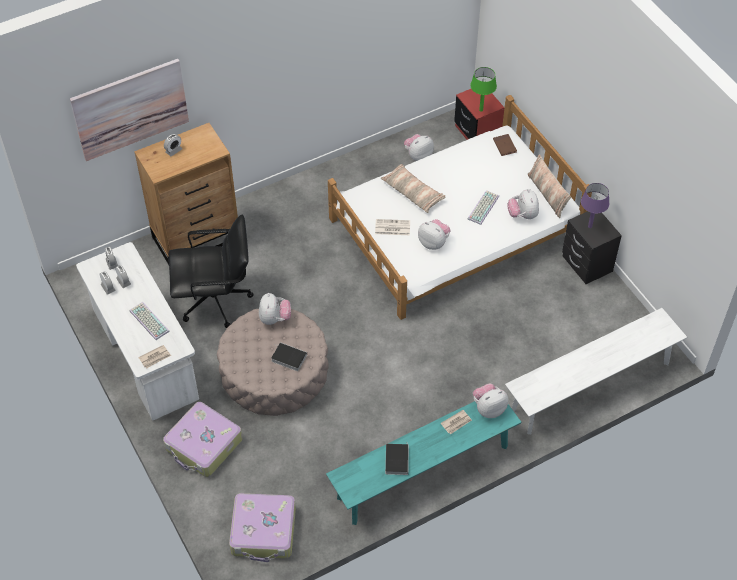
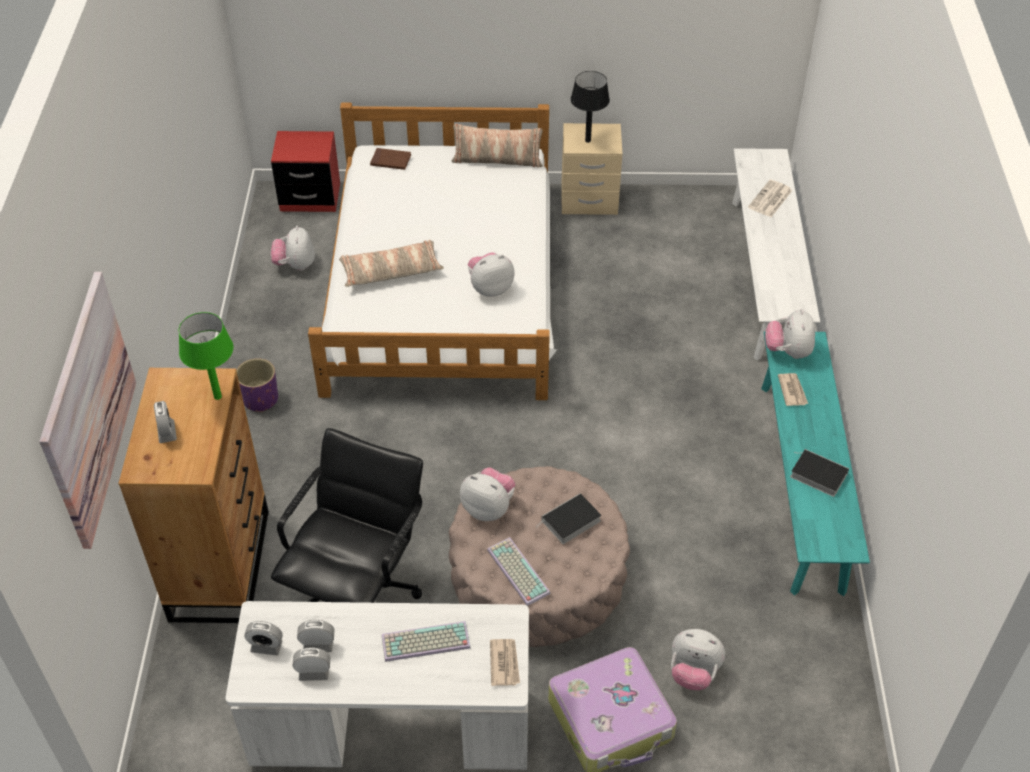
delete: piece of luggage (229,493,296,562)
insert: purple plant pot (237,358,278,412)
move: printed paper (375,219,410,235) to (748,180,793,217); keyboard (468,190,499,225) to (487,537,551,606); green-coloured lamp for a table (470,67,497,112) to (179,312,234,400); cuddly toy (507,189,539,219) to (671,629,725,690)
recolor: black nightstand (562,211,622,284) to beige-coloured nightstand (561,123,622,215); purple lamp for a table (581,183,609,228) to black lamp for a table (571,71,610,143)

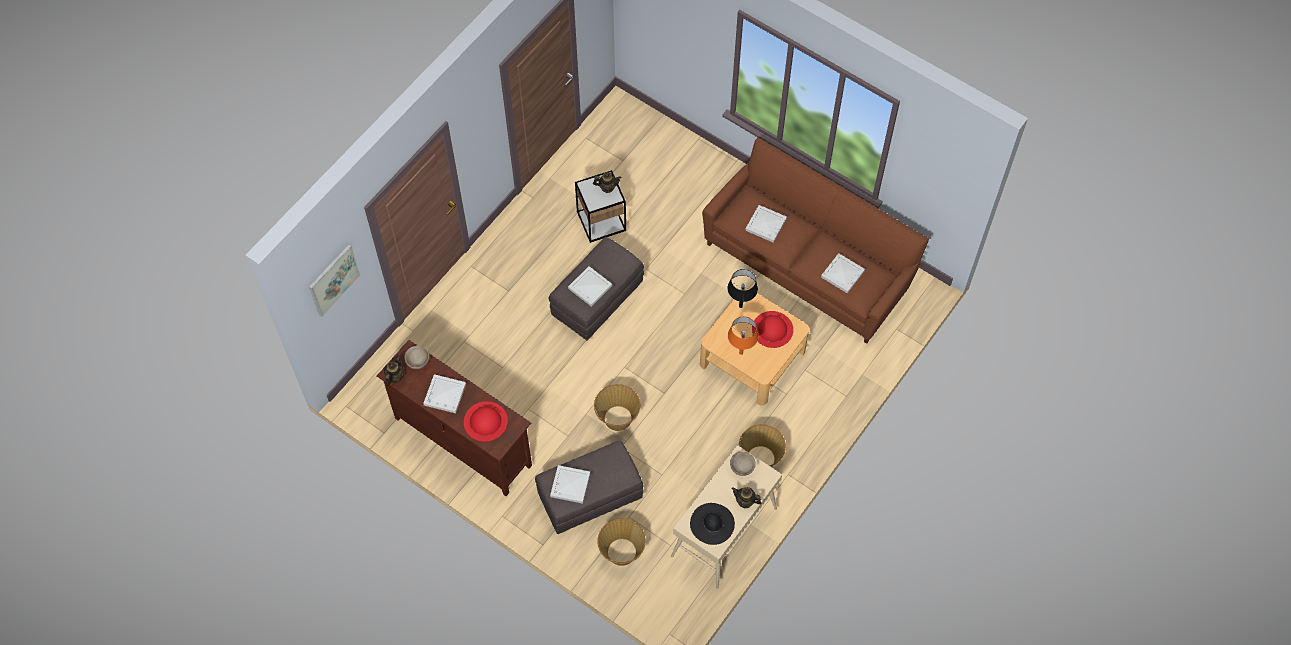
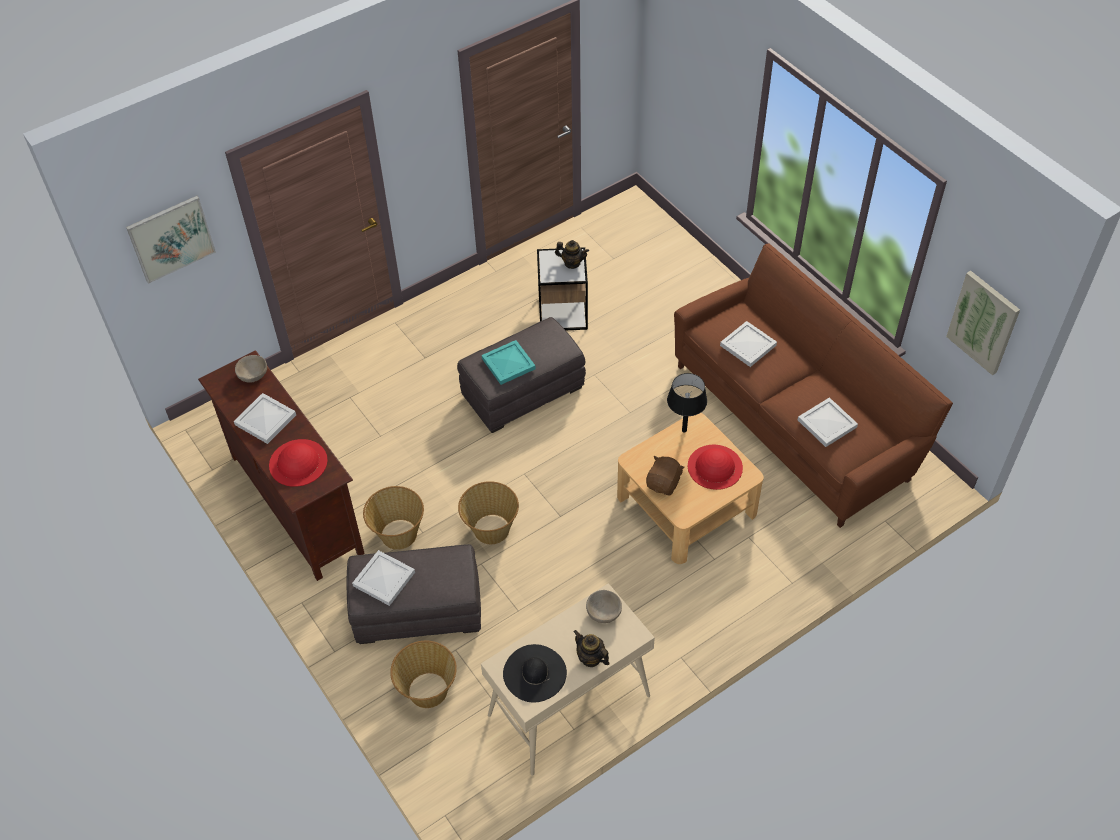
delete: tea pot (384,355,404,386)
insert: wall picture (946,271,1020,375)
move: household basket (739,424,786,467) to (363,486,424,550)
replace: orange-coloured lamp for a table (728,317,759,355) to brownish cuddly toy (646,456,685,496)
recolor: white-coloured serving tray (568,266,612,307) to blue-green serving tray (482,340,536,385)

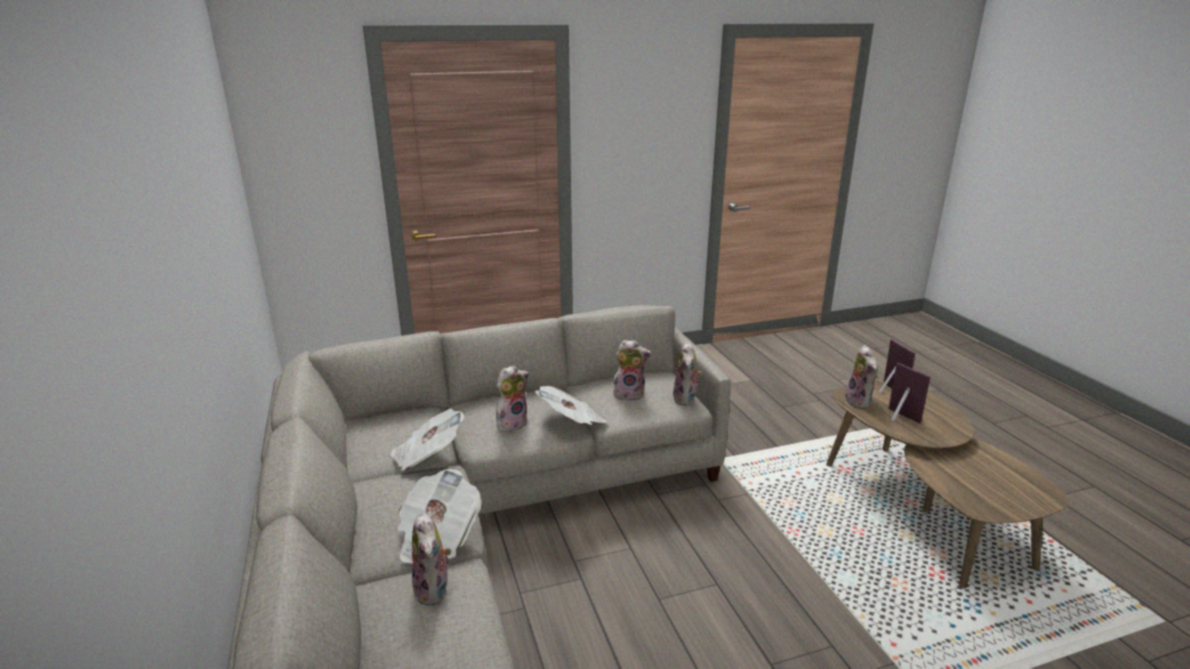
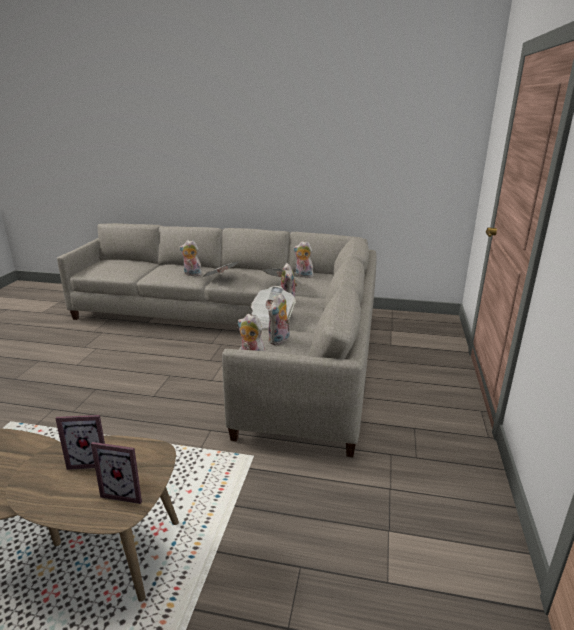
move: cuddly toy (845,345,878,409) to (293,241,314,278)

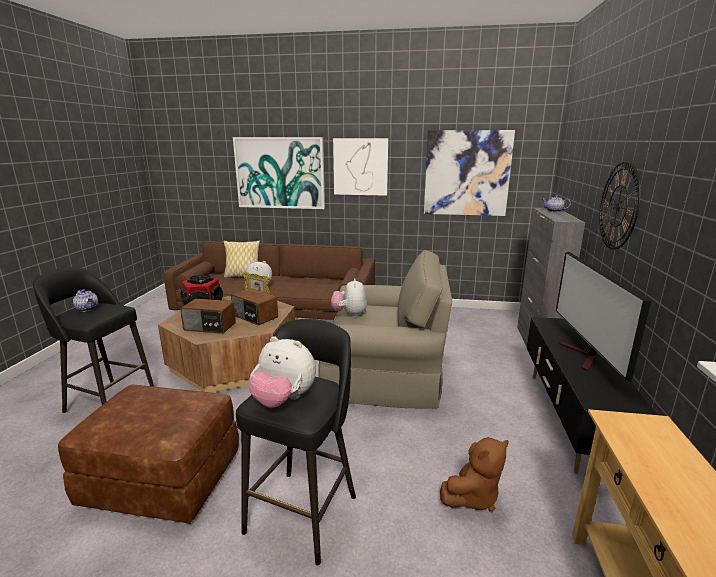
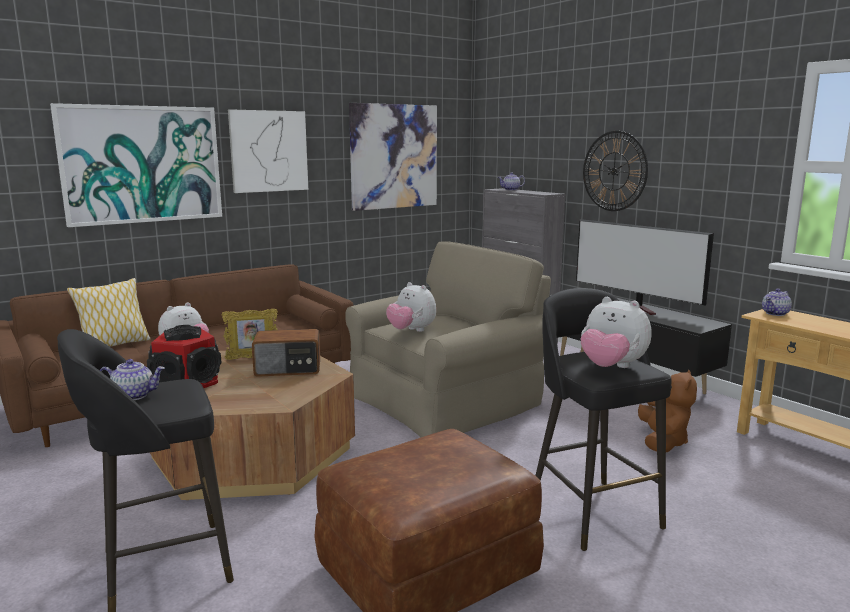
delete: radio (180,299,236,334)
insert: tea pot (762,289,792,316)
rotate: cuddly toy (248,336,316,408) = (581,297,652,368) 60 degrees clockwise

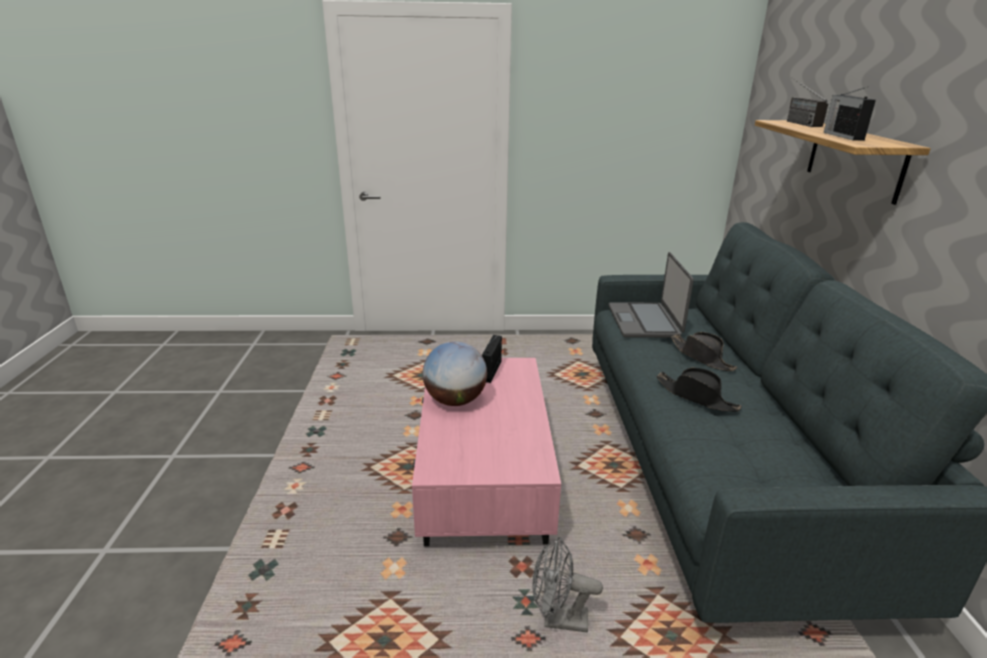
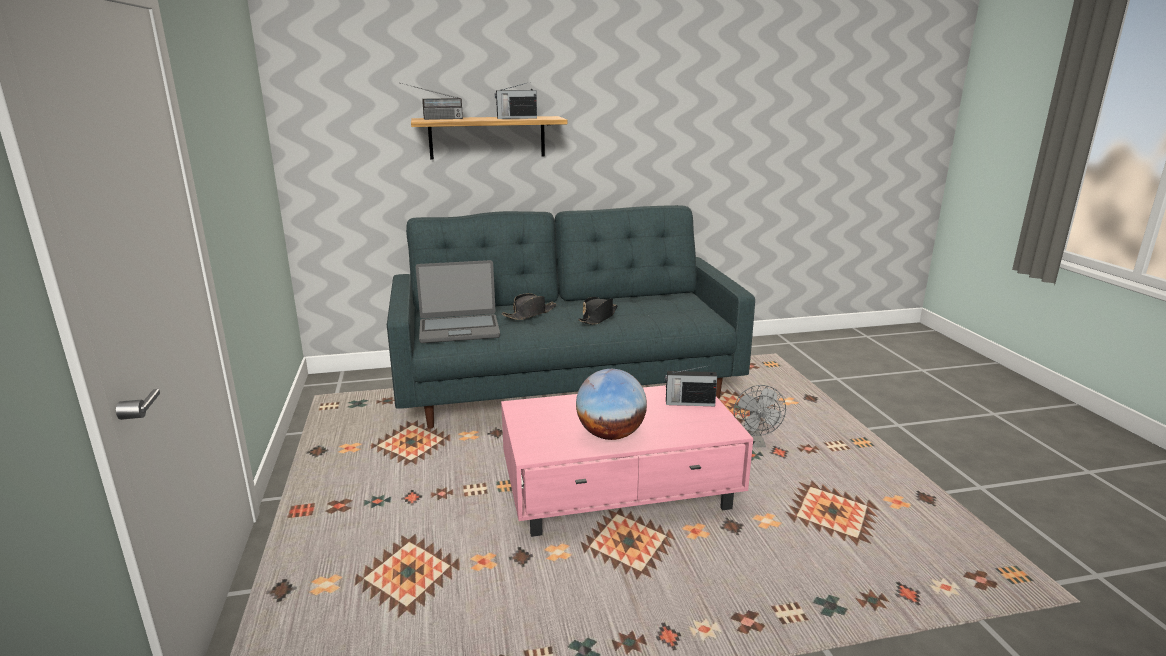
move: radio (482,335,502,383) to (665,365,717,406)

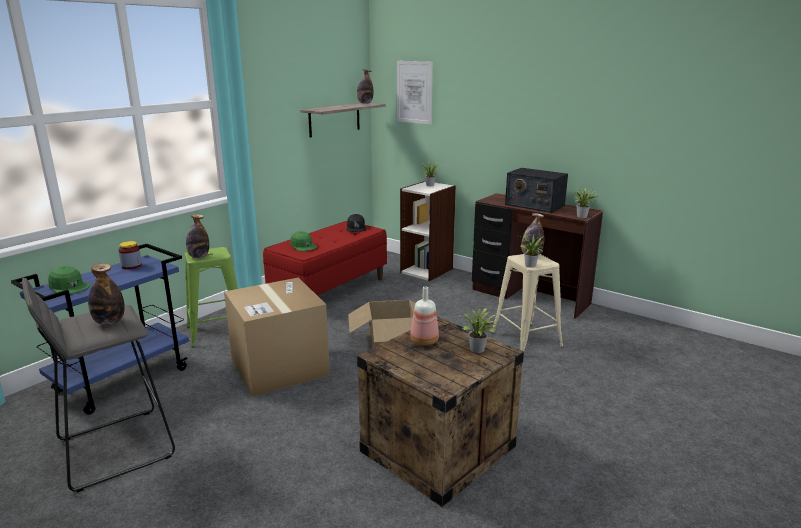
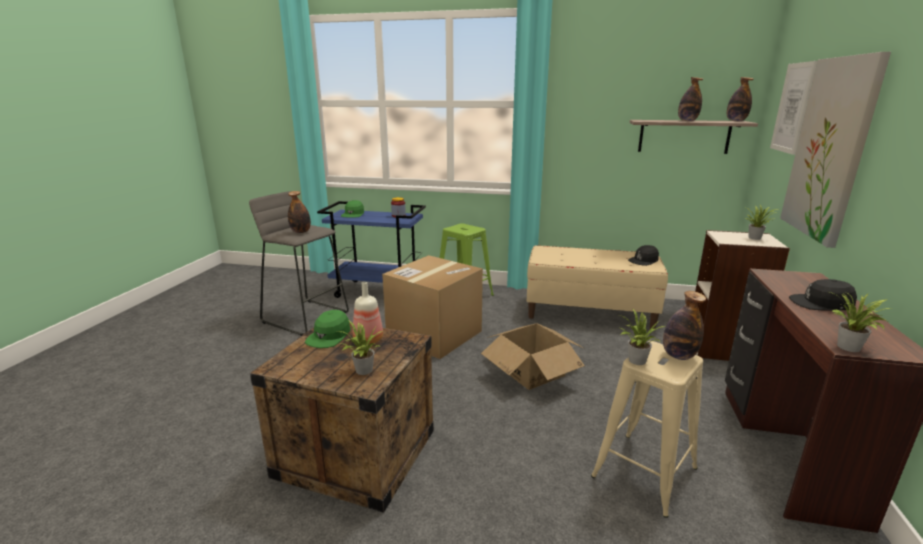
insert: wall picture (780,52,891,248)
move: drink bottle (186,214,209,258) to (678,77,703,121); green-coloured cap (290,231,317,251) to (305,310,351,348)
replace: radio (505,168,568,213) to black cap (789,279,857,311)
recolor: red-coloured long seat (263,221,387,295) to beige-coloured long seat (527,245,668,329)

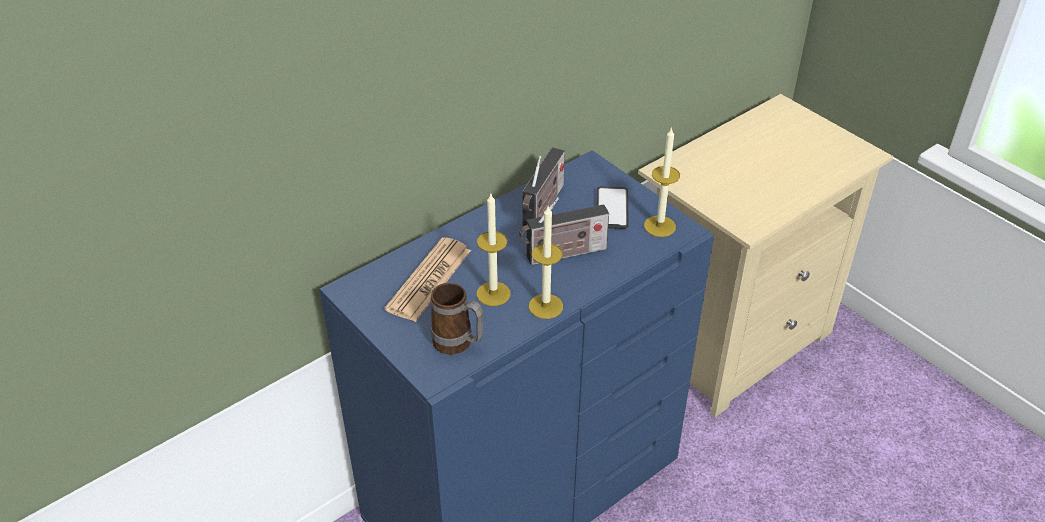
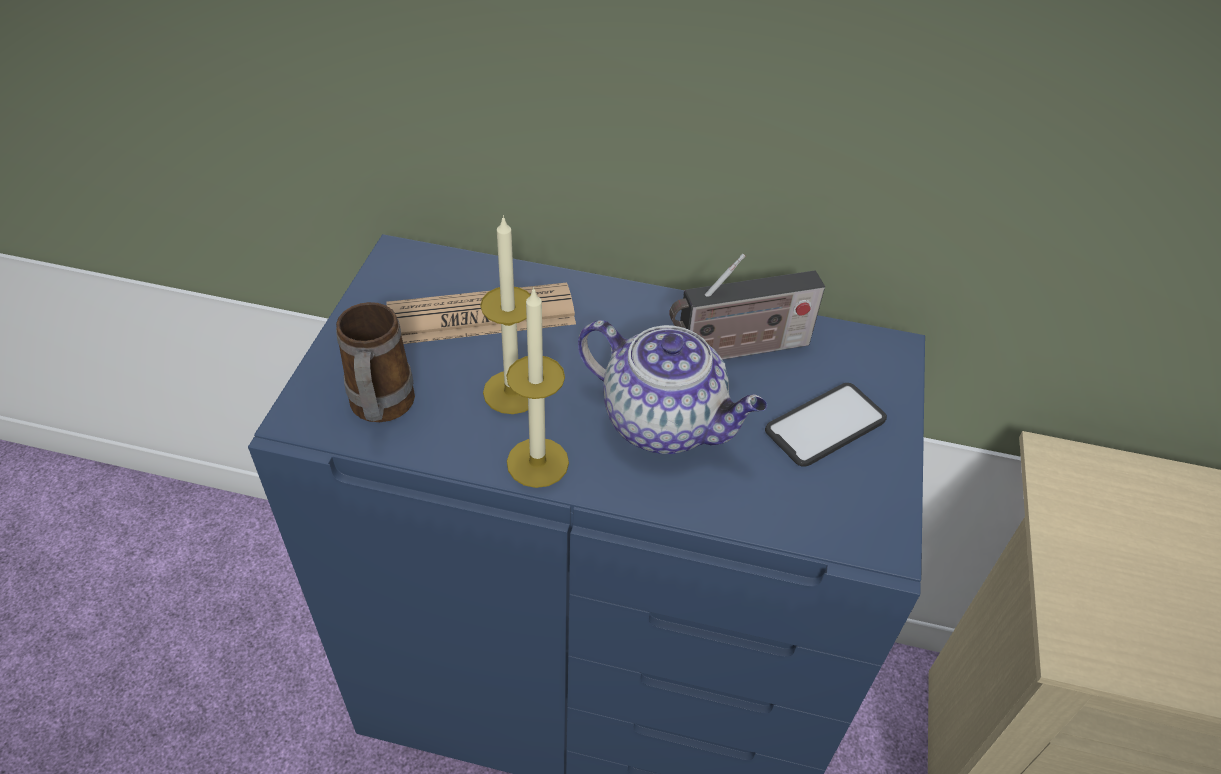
delete: wax light (644,127,680,237)
replace: radio (519,197,609,265) to tea pot (578,320,767,454)

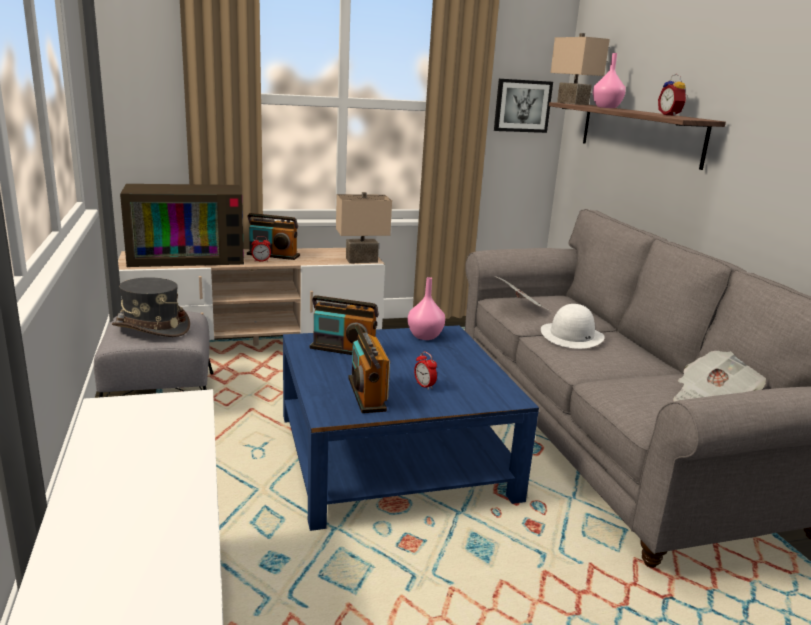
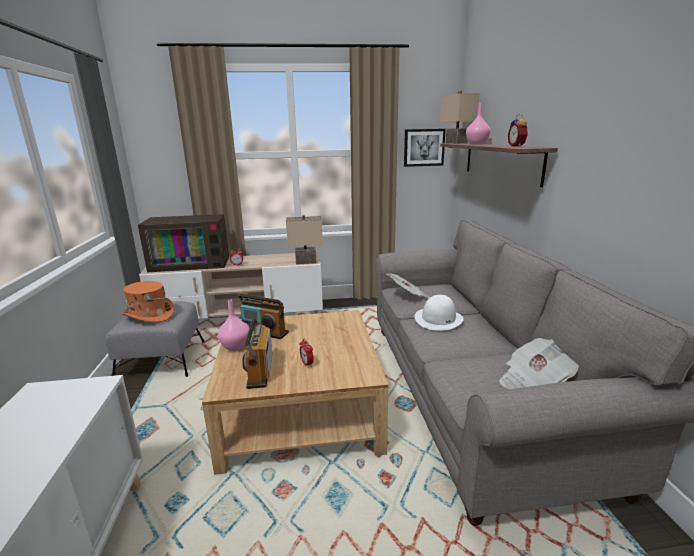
delete: radio (247,213,300,260)
move: pink vase (407,277,445,340) to (218,300,249,351)
recolor: grey wearable hat (112,277,190,337) to orange-coloured wearable hat (121,281,174,322); blue-coloured low table (283,325,539,531) to beige-coloured low table (202,310,388,475)

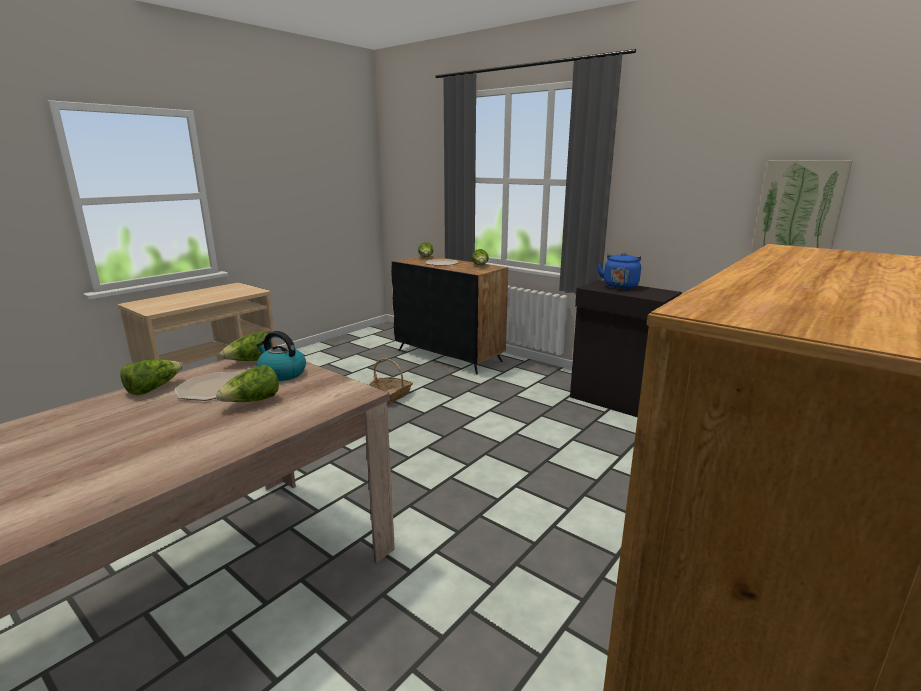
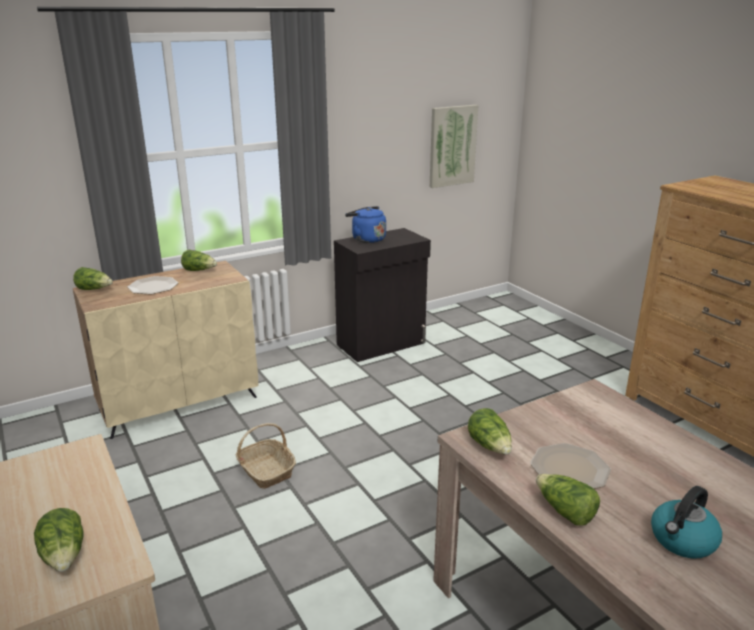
move: lettuce (216,365,279,402) to (34,508,83,572); water kettle (256,331,306,381) to (651,486,722,559)
recolor: black storage cabinet (391,256,508,374) to beige-coloured storage cabinet (73,261,258,439)

